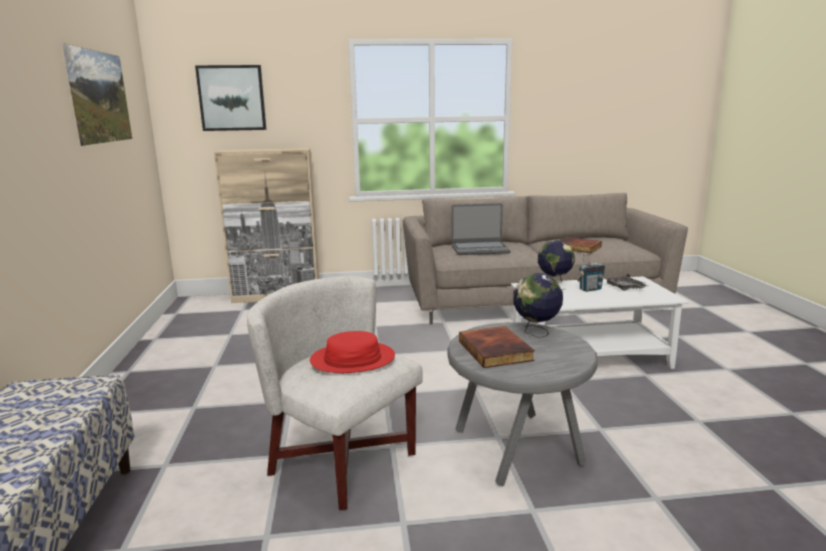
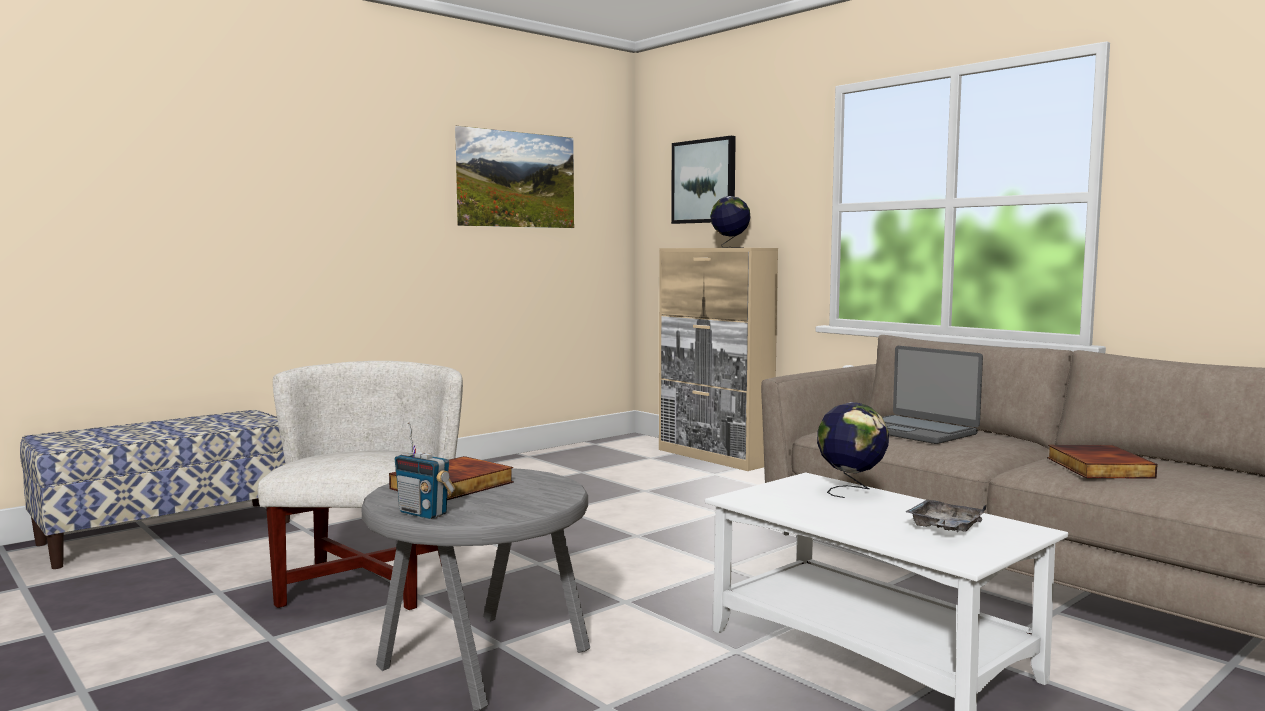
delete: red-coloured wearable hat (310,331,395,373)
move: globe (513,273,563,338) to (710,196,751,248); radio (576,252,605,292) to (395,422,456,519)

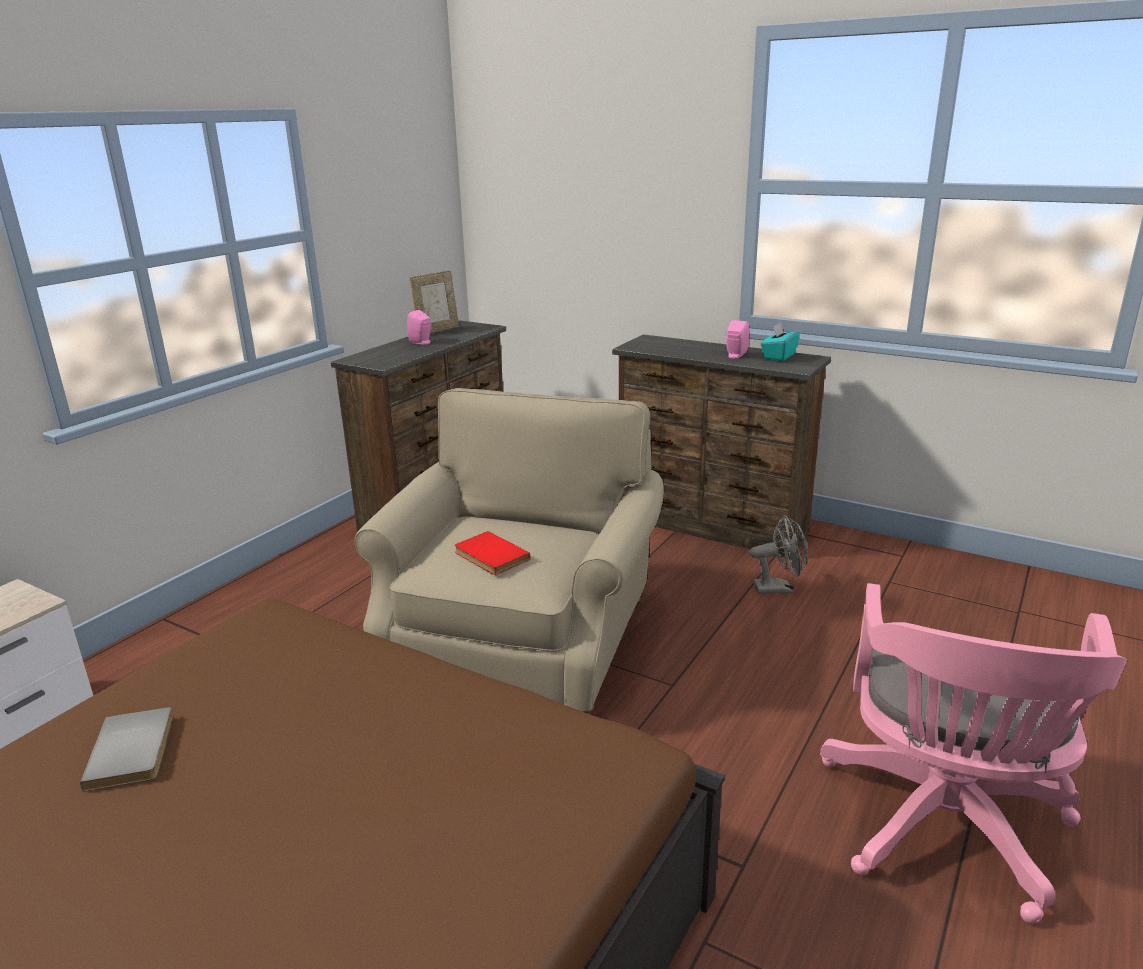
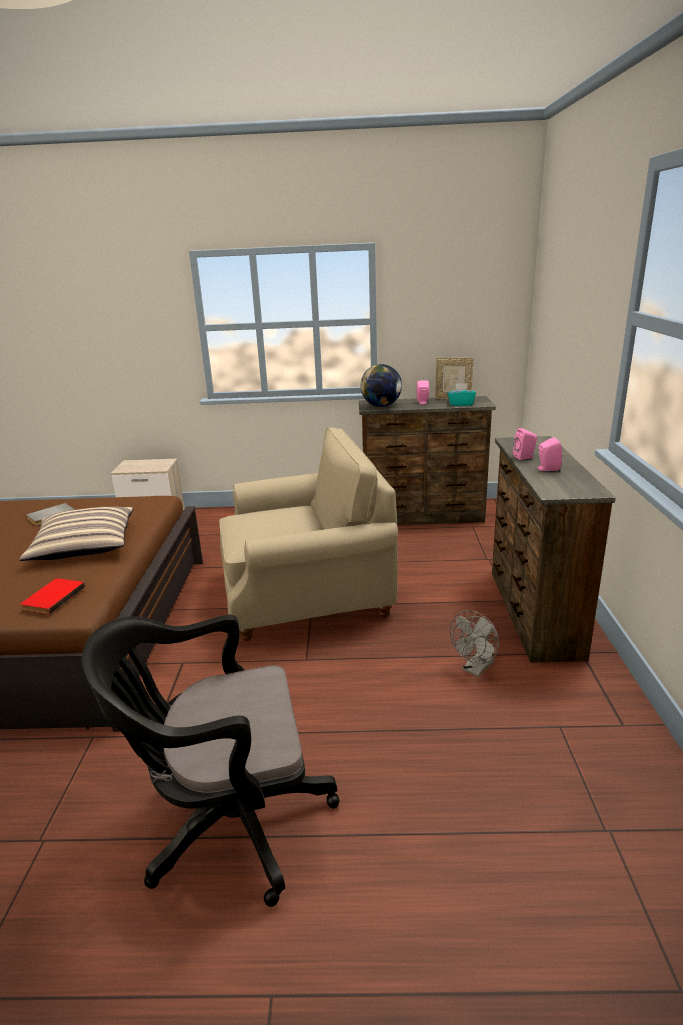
insert: pillow (19,507,134,561); globe (360,364,402,407); pink loudspeaker (513,428,537,460)
move: red-coloured bound book (455,531,530,575) to (20,578,85,614); blue-green box of tissues (761,323,800,361) to (447,383,476,406)
recolor: pink computer chair (820,583,1127,924) to black computer chair (82,615,340,907)
rotate: grey cooling fan (750,515,808,594) = (450,610,499,677) 75 degrees clockwise

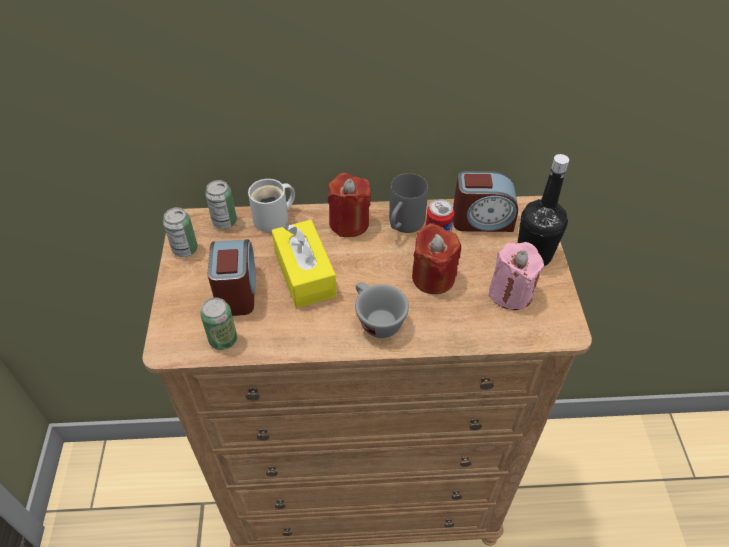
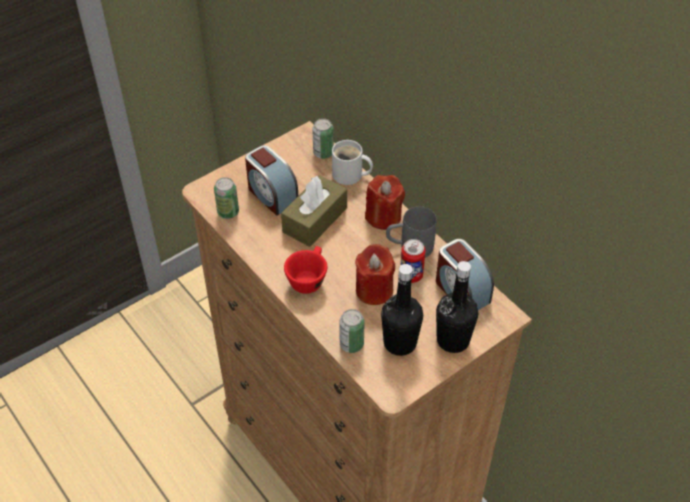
move: can (163,207,198,257) to (339,309,365,353)
replace: pink wax light (488,242,544,310) to black drink bottle (381,264,423,356)
recolor: yellowish box of tissues (272,220,337,308) to brownish box of tissues (281,175,347,247); grey small cup (355,282,409,338) to red-coloured small cup (284,246,327,294)
rotate: bedside clock (208,239,256,316) = (245,145,298,216) 90 degrees clockwise

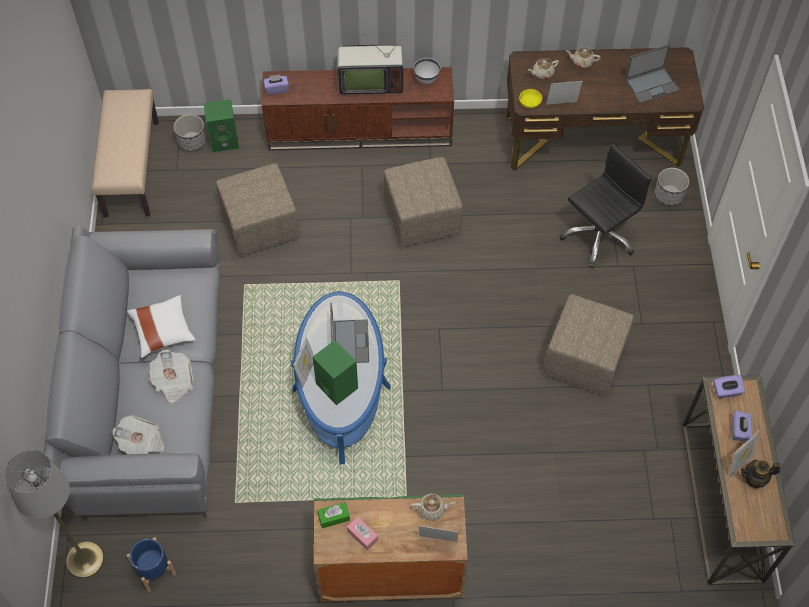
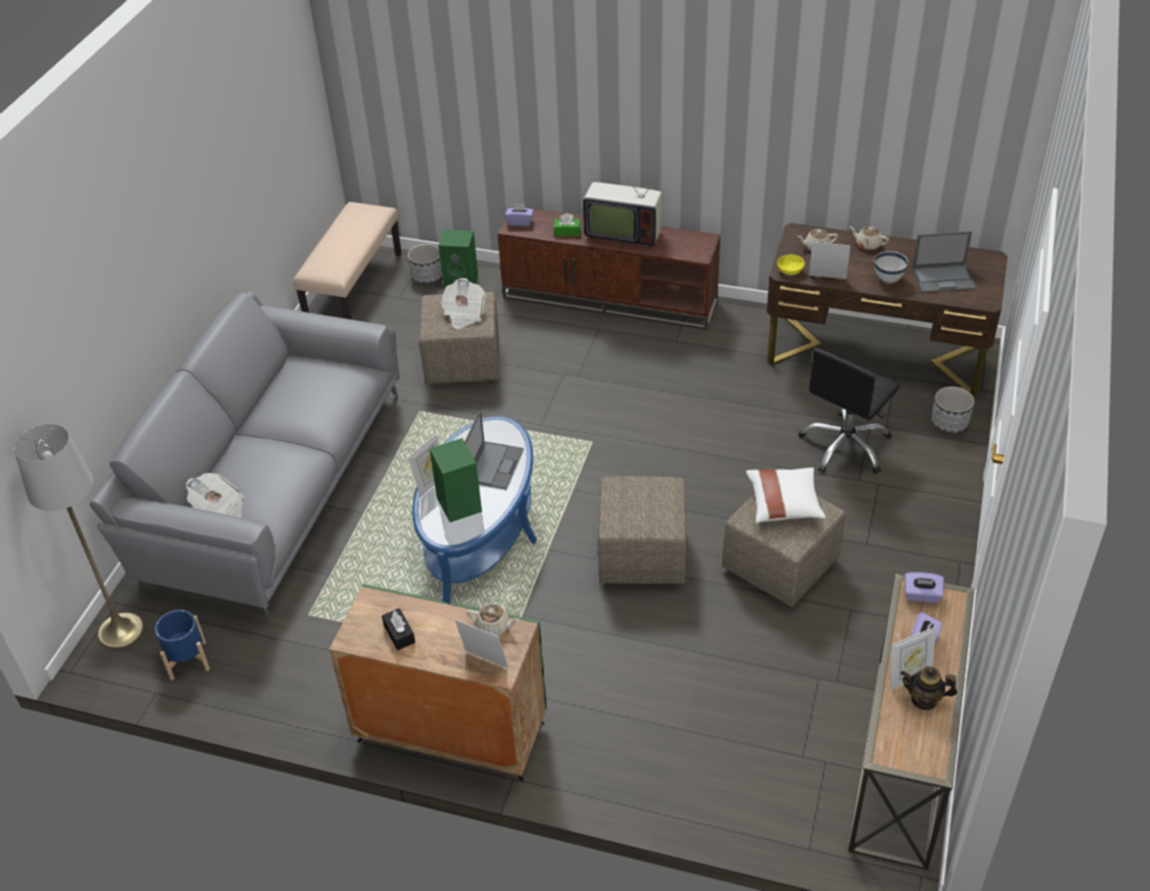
move: white-coloured pillow (127,295,195,358) to (746,468,826,523); printed paper (150,349,193,403) to (441,278,486,329); green-coloured box of tissues (318,502,350,528) to (554,213,581,236); beige-coloured pouffe (384,157,463,248) to (598,476,686,584); white-coloured serving bowl (414,58,440,85) to (874,251,908,283)
recolor: pink box of tissues (347,516,378,550) to black box of tissues (382,608,415,650)
rotate: black computer chair (560,143,652,268) = (798,348,900,474) 150 degrees clockwise

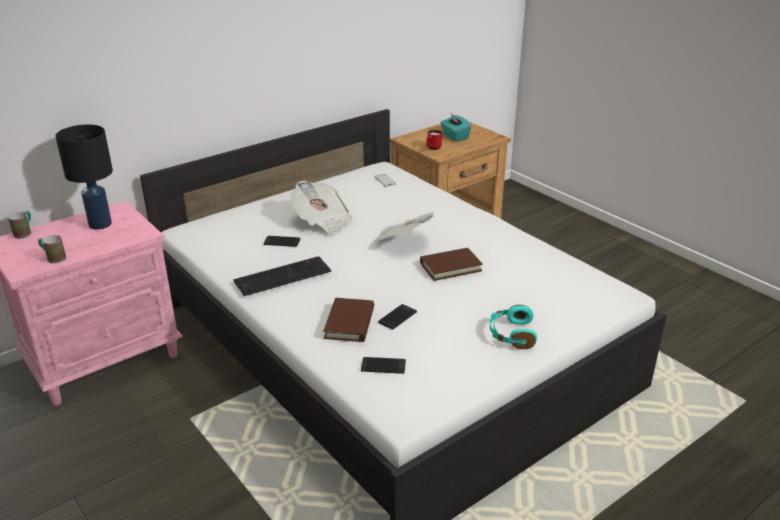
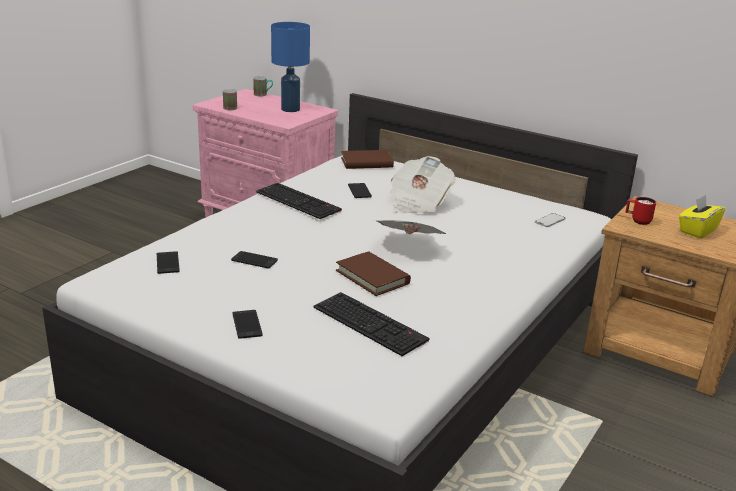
insert: keyboard (313,292,429,356)
move: brownish bound book (323,298,374,342) to (341,150,394,169)
replace: blue-green headset (490,305,537,349) to handset (232,310,263,339)
recolor: black lamp for a table (55,125,113,230) to blue-coloured lamp for a table (271,22,310,112); blue-green box of tissues (441,112,472,141) to yellowish box of tissues (679,195,725,238)

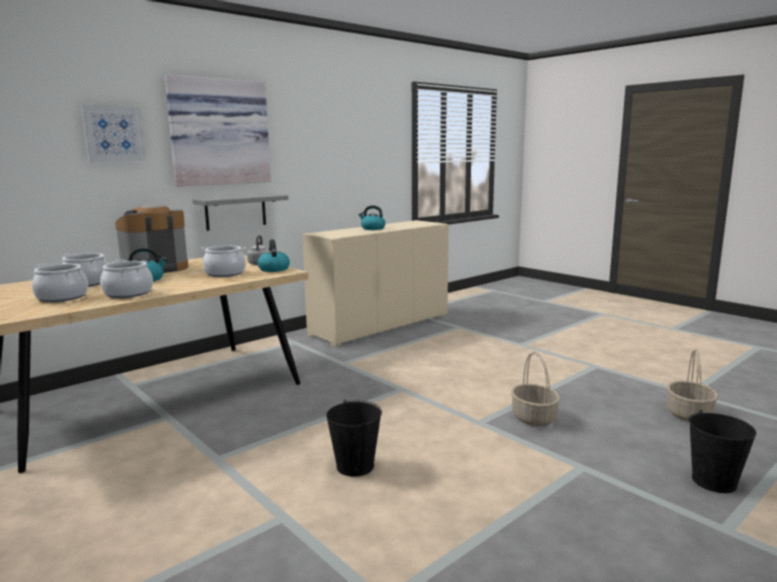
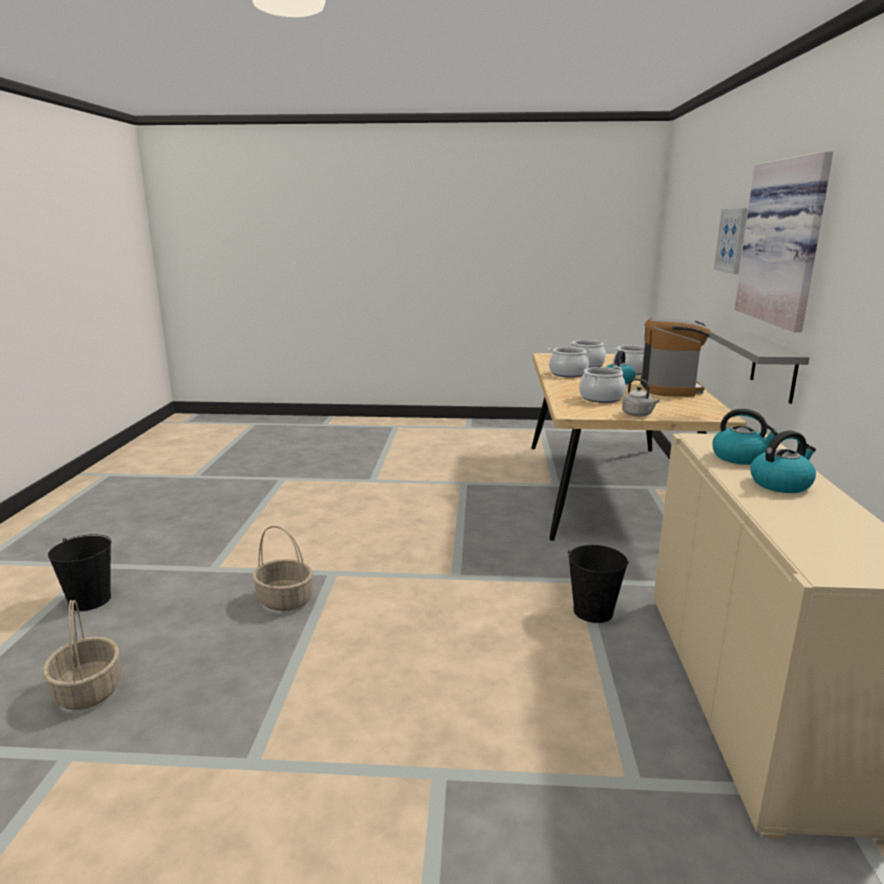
move: water kettle (257,239,290,272) to (712,409,780,465); black bucket (326,400,382,477) to (568,545,629,623)

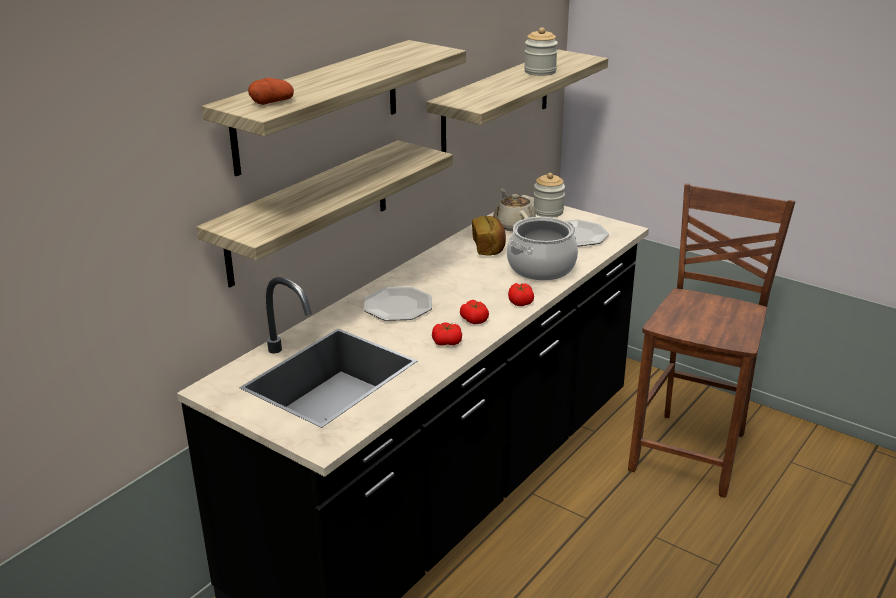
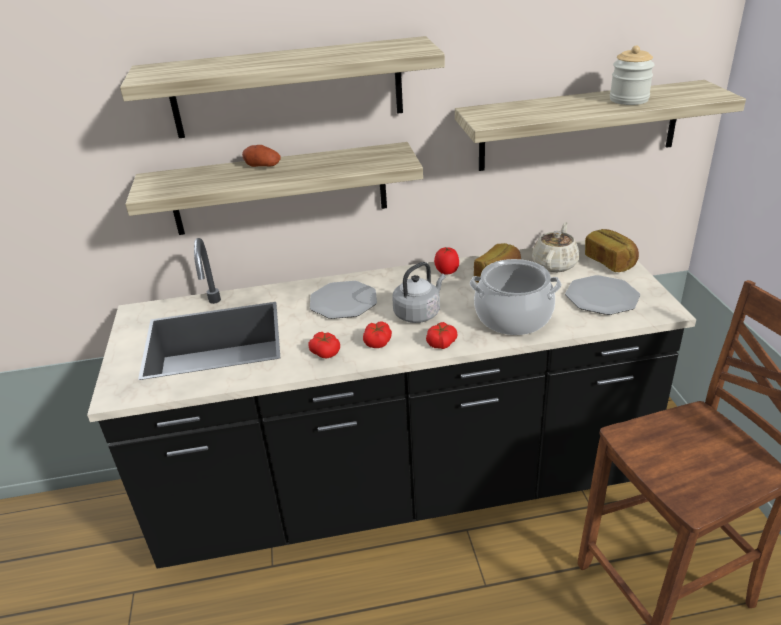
insert: grey water kettle (392,262,446,323); fresh tomato (434,247,459,274)
move: spud (248,78,294,105) to (242,145,281,167)
replace: storage jar (533,173,565,217) to bread (585,229,639,272)

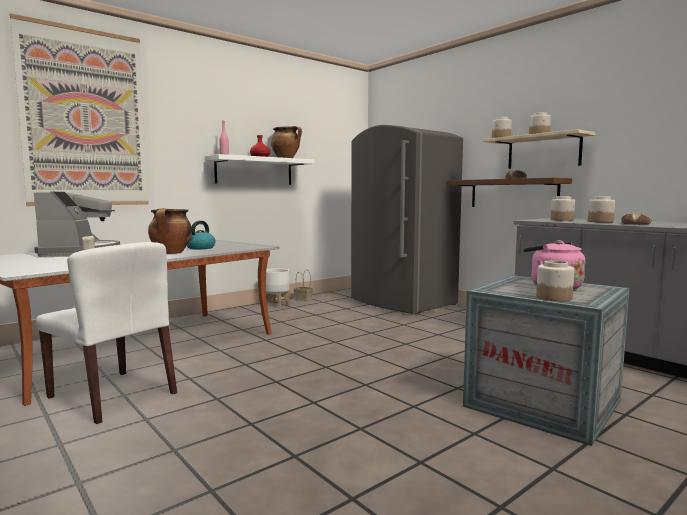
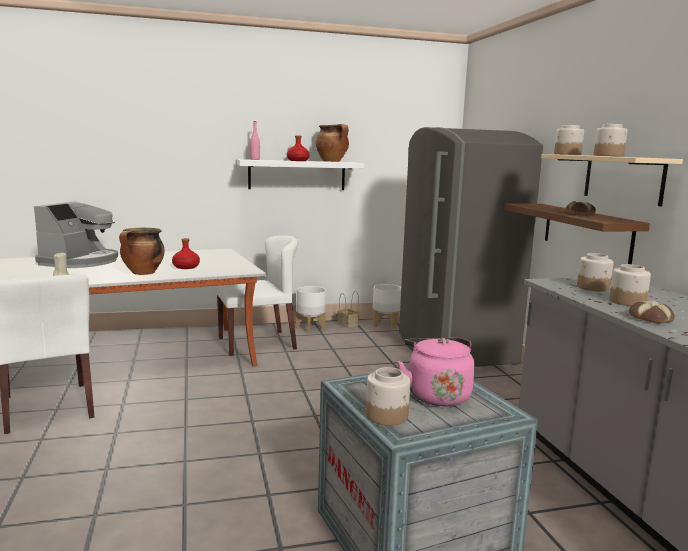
delete: wall picture (10,13,149,206)
insert: white-coloured plain chair (215,235,298,356); white-coloured plant pot (373,284,401,329)
replace: water kettle (187,221,216,249) to red-coloured drink bottle (172,238,200,269)

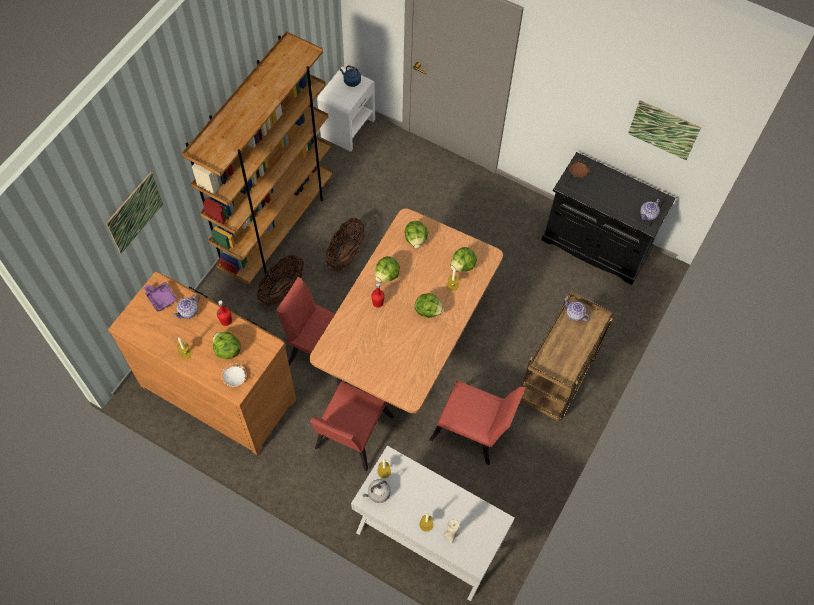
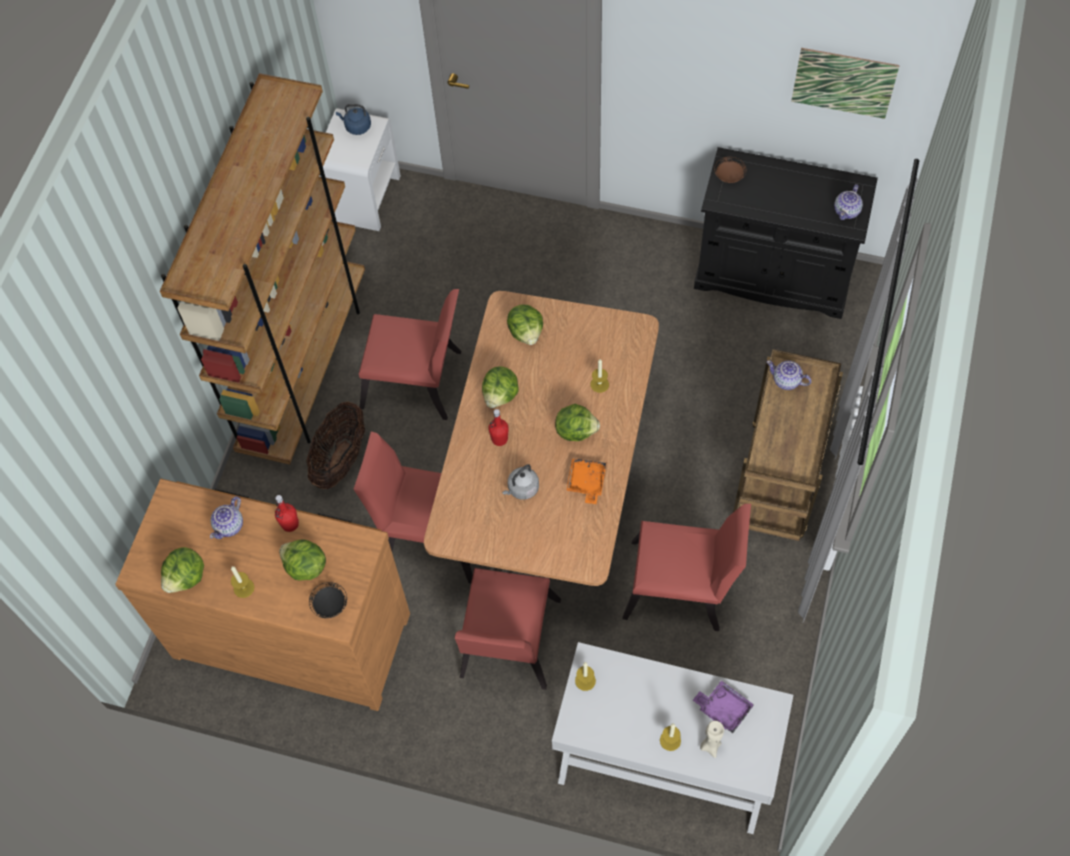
delete: wall picture (106,172,163,254)
insert: orange-coloured serving tray (566,458,606,504)
move: purple serving tray (144,281,178,312) to (693,681,754,733); grey water kettle (362,479,390,503) to (502,464,539,500); lettuce (451,247,477,272) to (161,547,204,593)
replace: household basket (326,218,364,271) to red-coloured plain chair (359,289,461,420)
recolor: white-coloured dinner plate (222,364,247,387) to black dinner plate (309,582,347,618)

